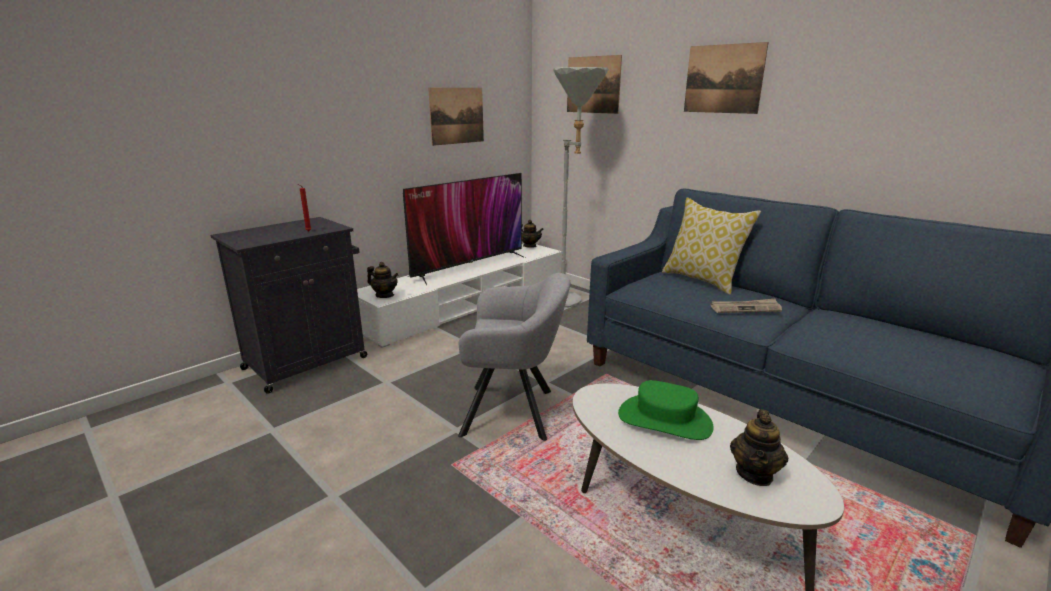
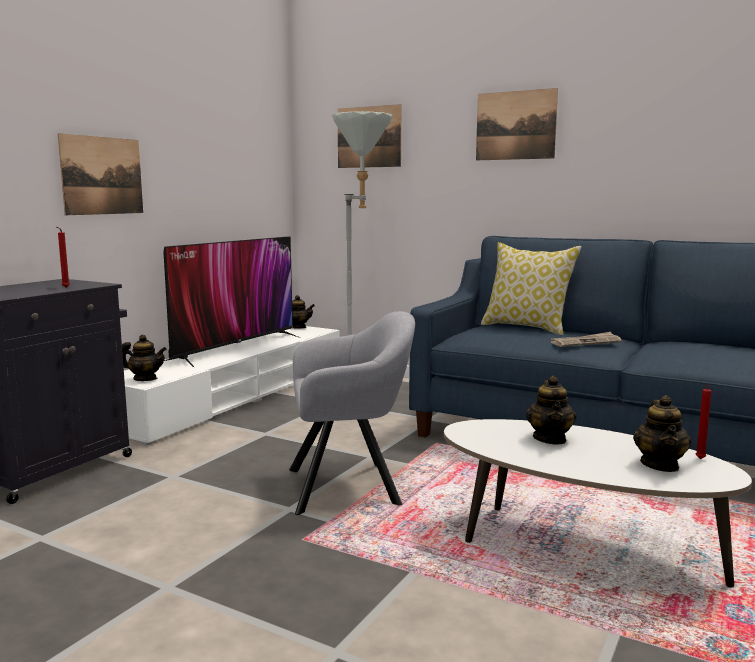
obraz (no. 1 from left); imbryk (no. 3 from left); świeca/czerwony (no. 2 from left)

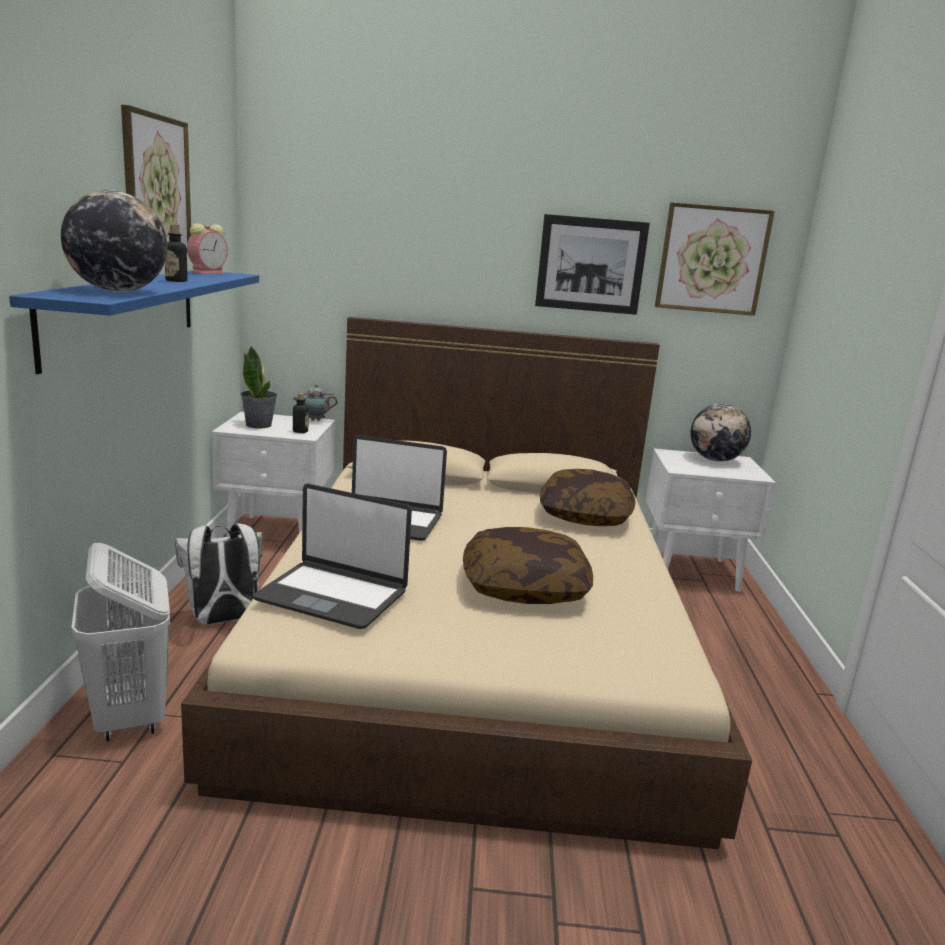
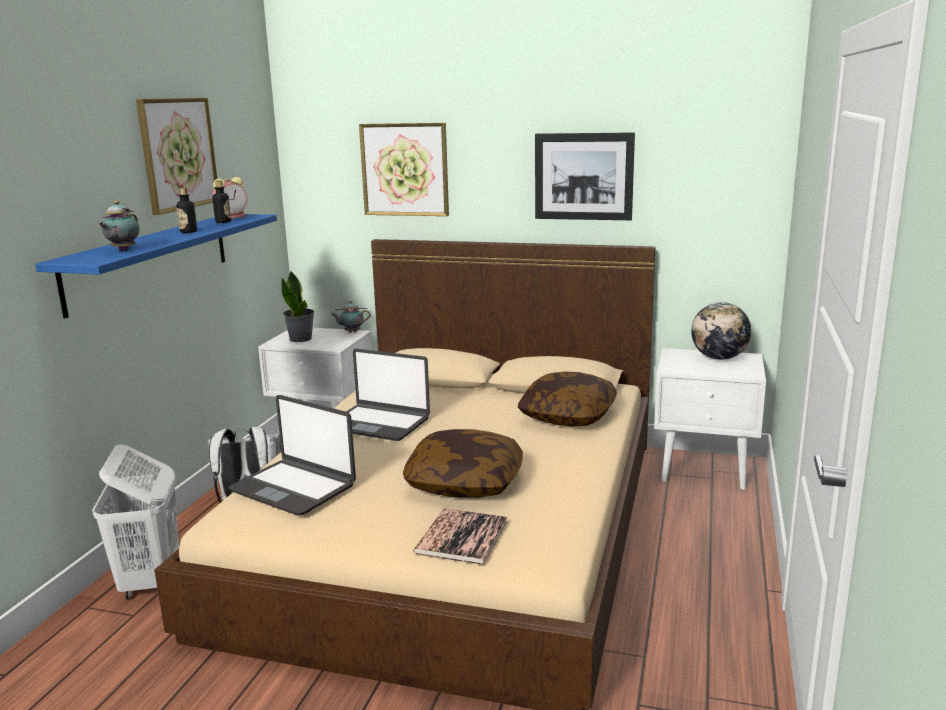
imbryk (no. 1 from left); obraz (no. 2 from left); butelka (no. 2 from left); książka

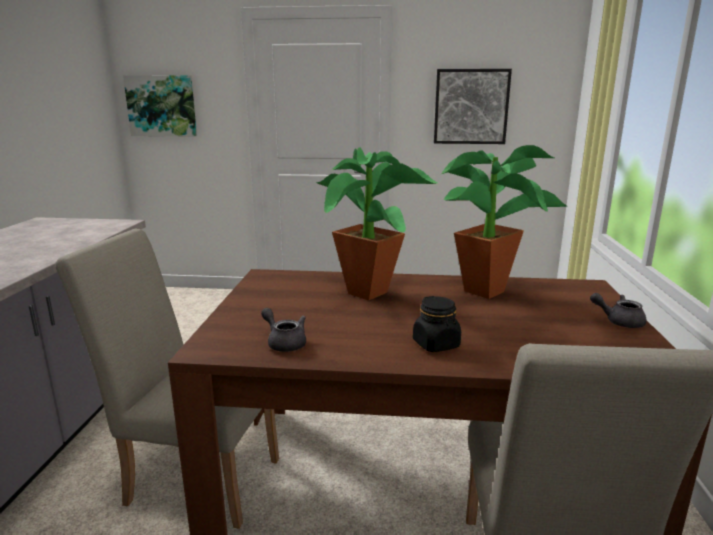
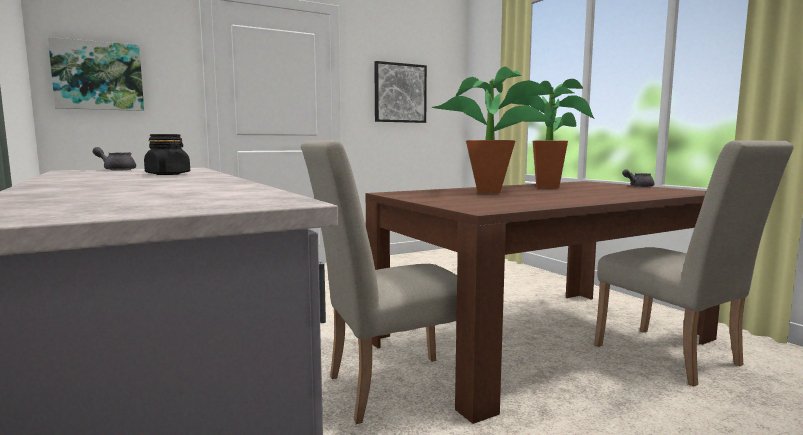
słoik/czarny; imbryk/szary (no. 1 from left)

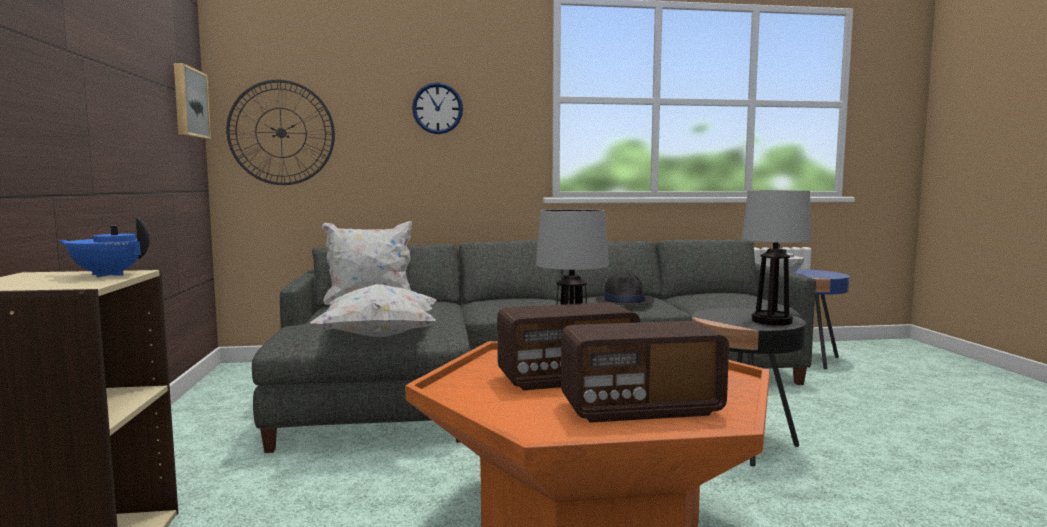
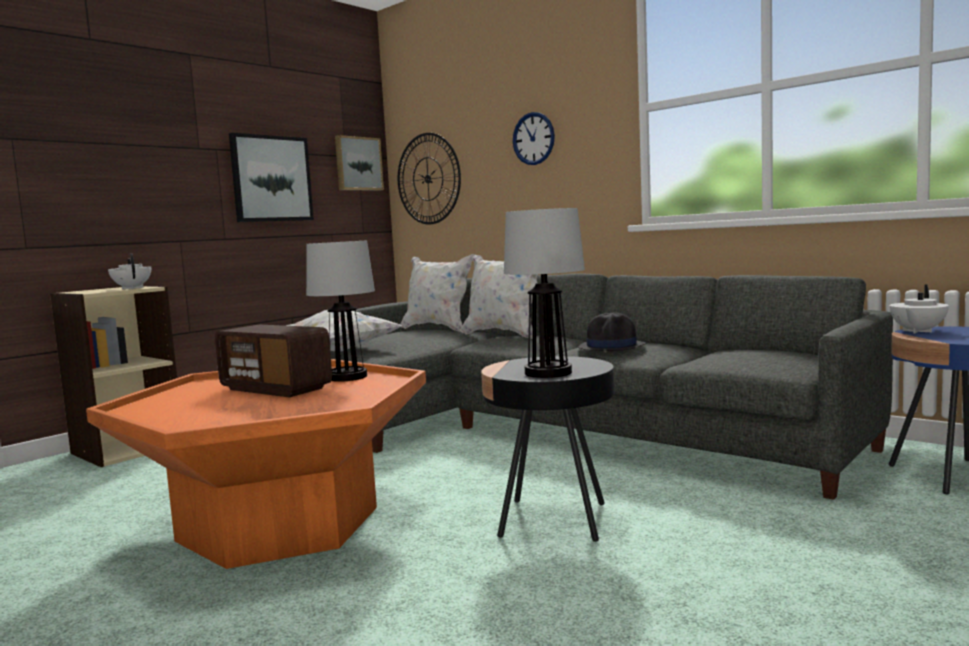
imbryk/biały (no. 1 from left); radio (no. 2 from left in the first image); obraz (no. 1 from left); poduszka/biały (no. 3 from left)

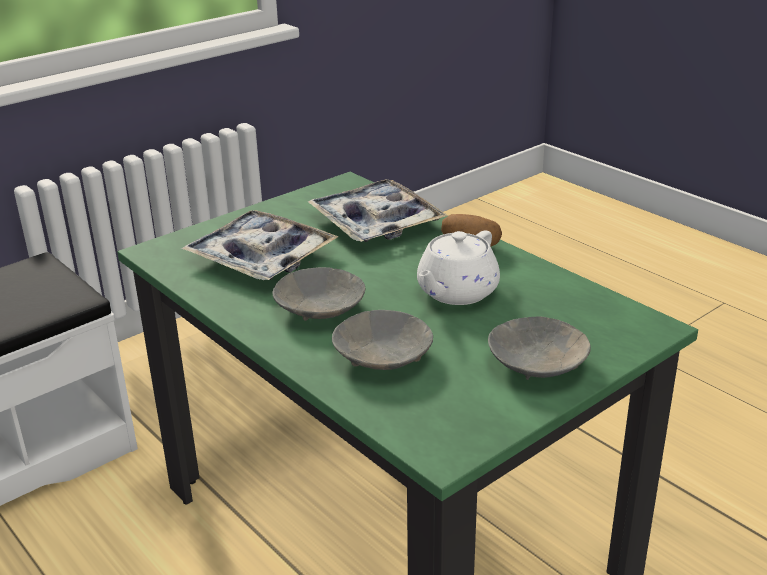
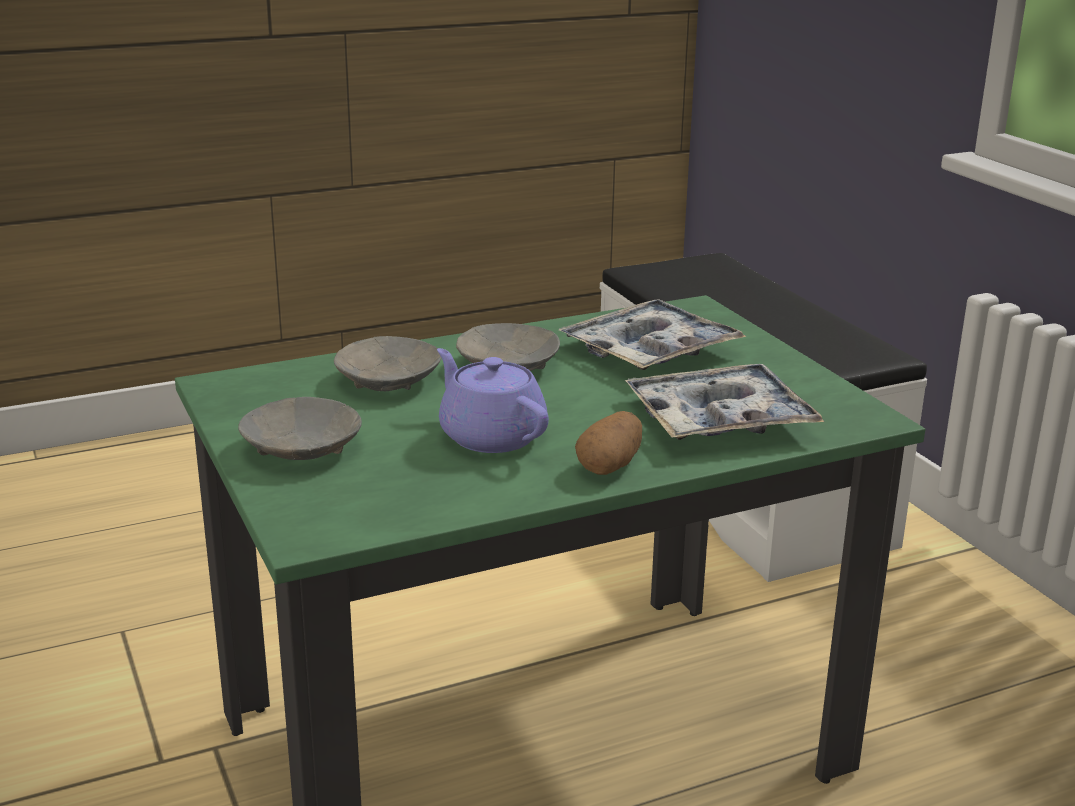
imbryk/fioletowy

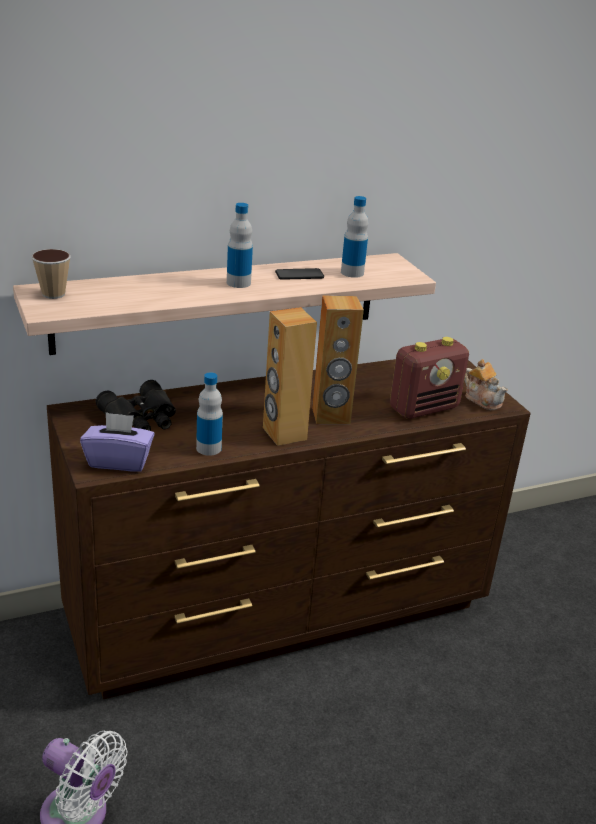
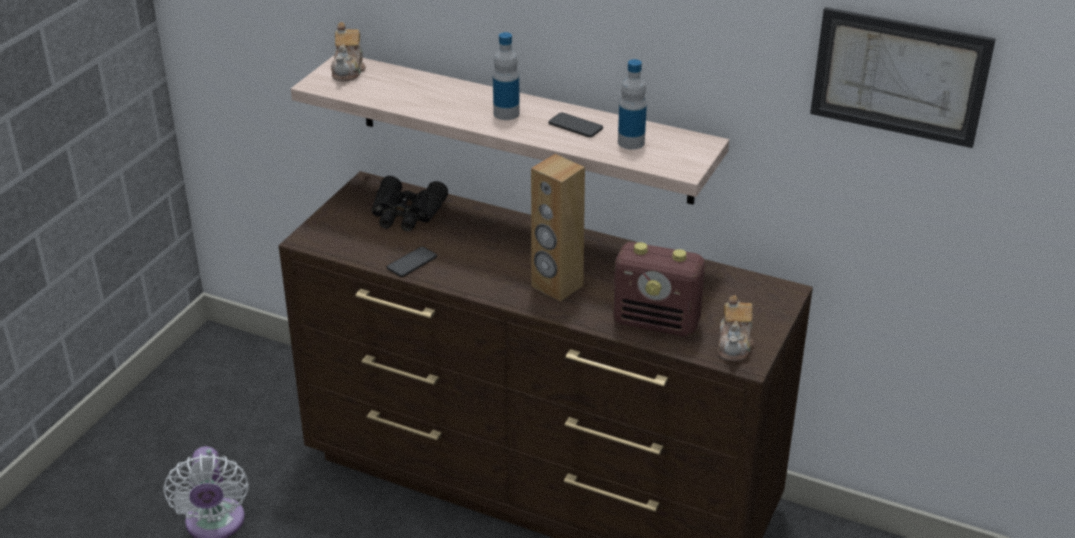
imbryk (no. 1 from left); głośnik/brązowy (no. 1 from left in the first image); telefon (no. 1 from left); pudełko chusteczek/fioletowy; obraz

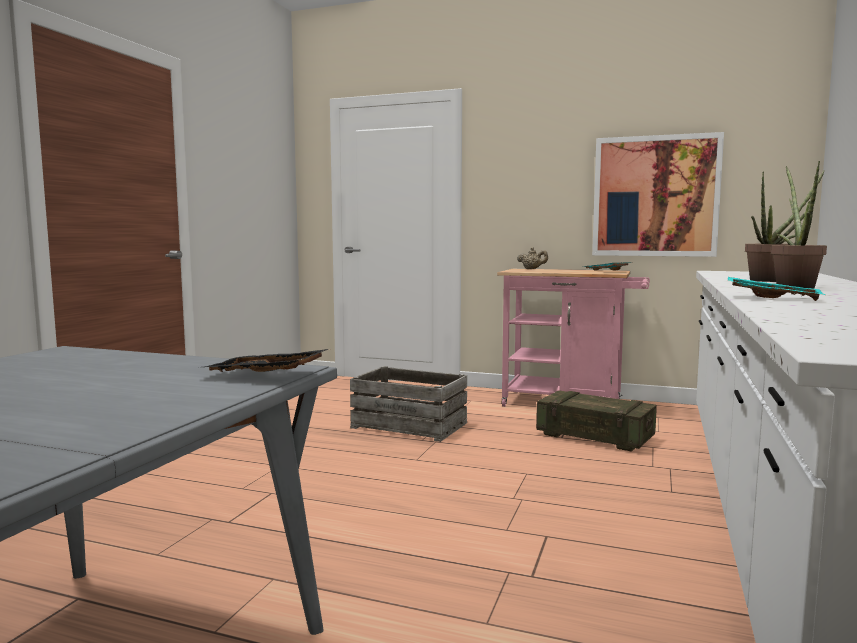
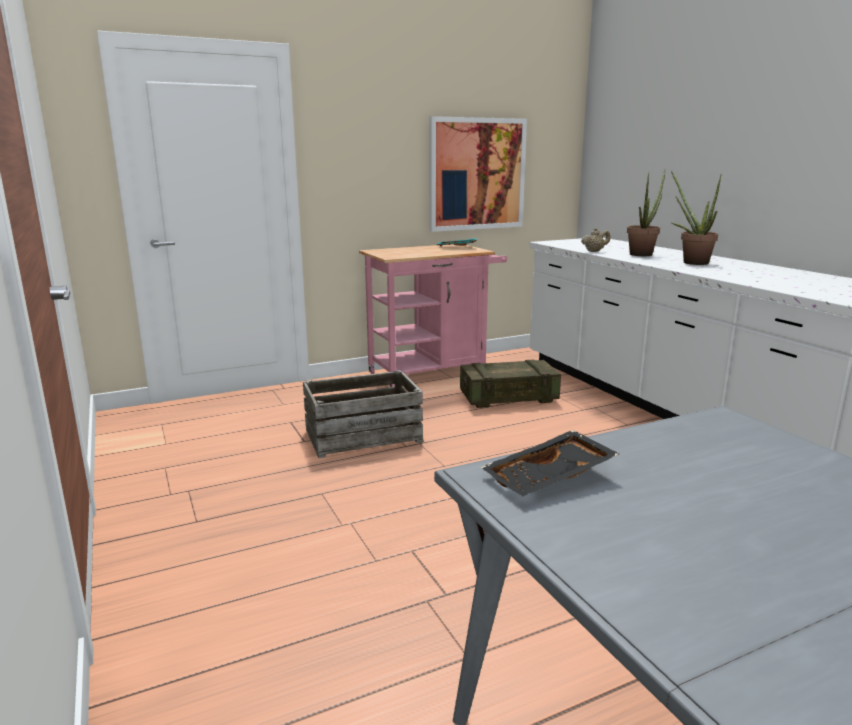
imbryk/beżowy; taca/turkusowy (no. 2 from left in the first image); taca/czarny

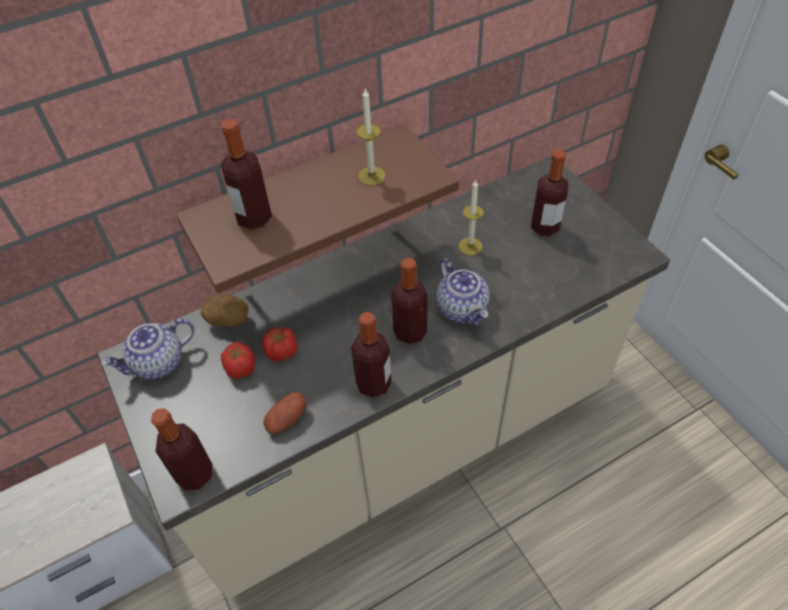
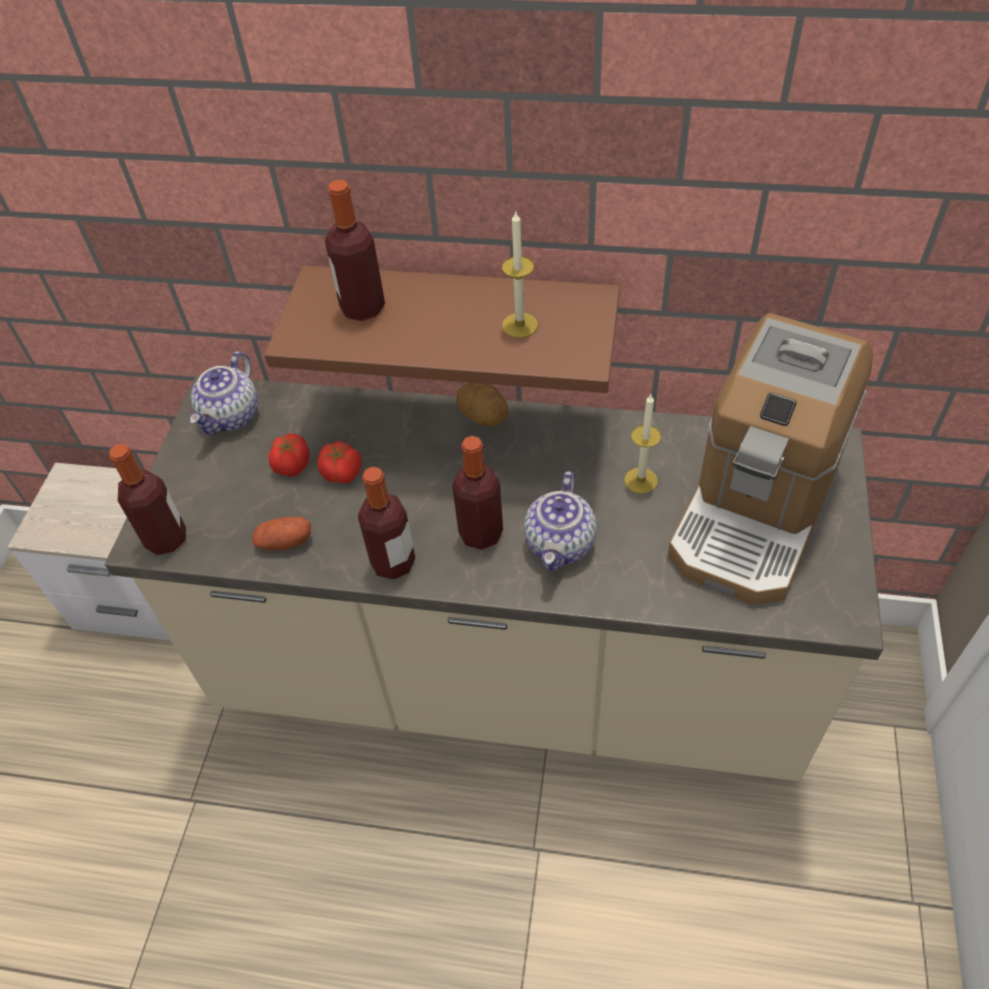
ekspres do kawy; ziemniak (no. 2 from left); imbryk (no. 1 from left)

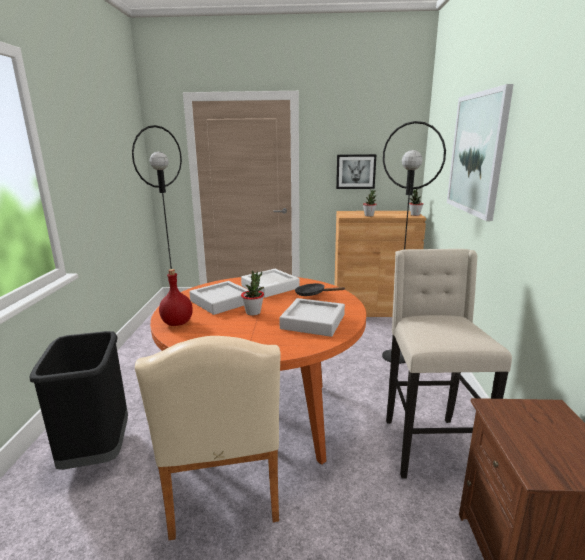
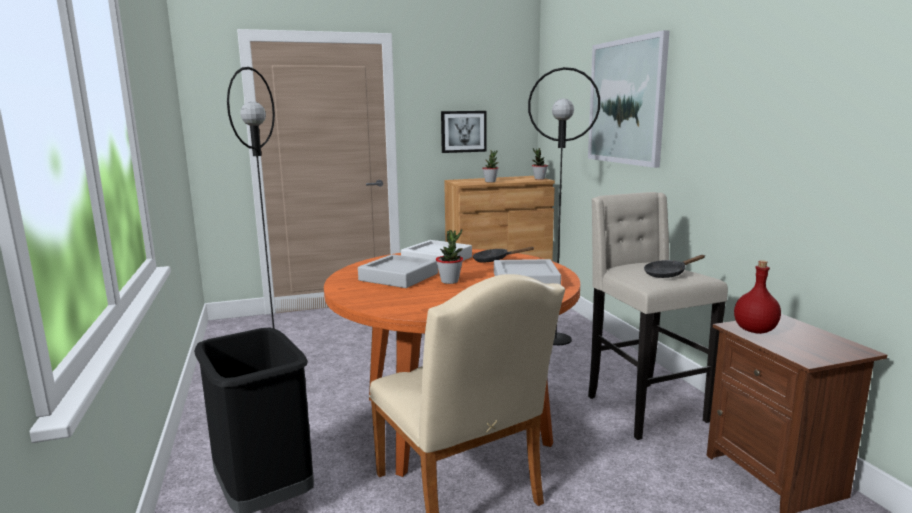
butelka/czerwony; patelnia/czarny (no. 2 from left)

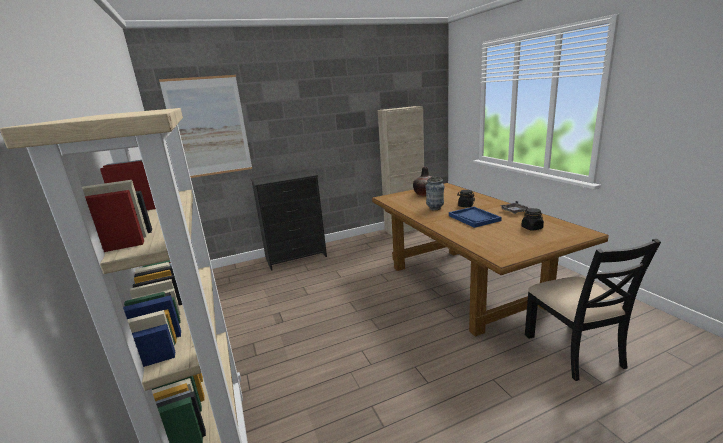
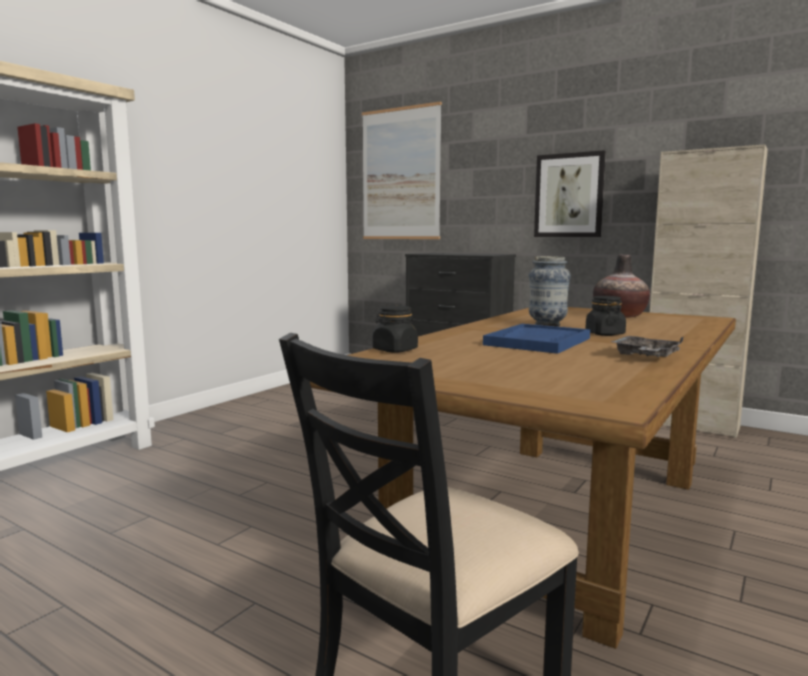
słoik/czarny (no. 1 from left); obraz (no. 2 from left)

